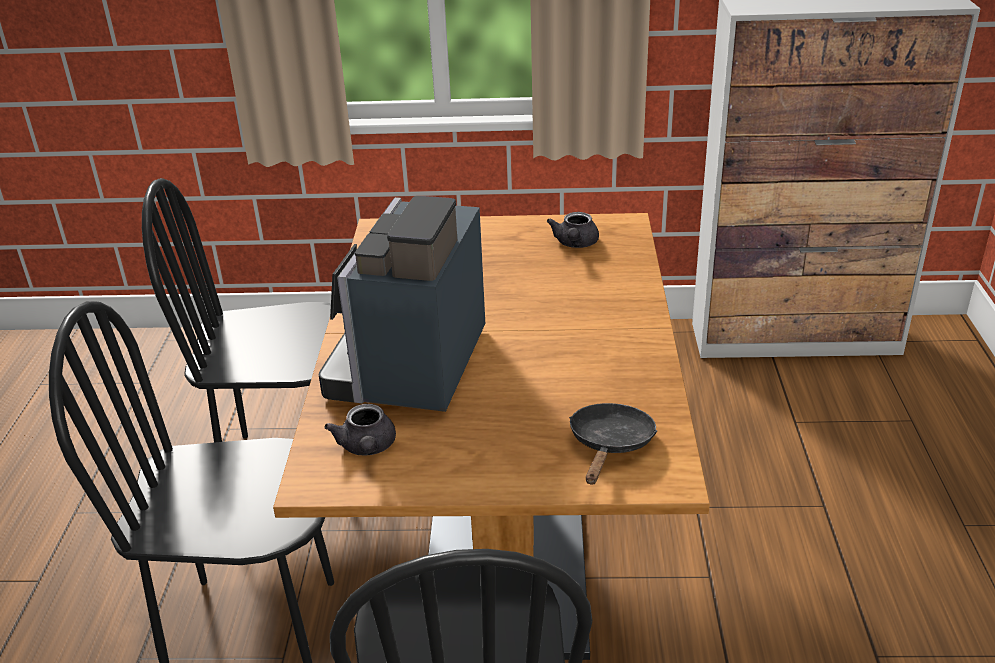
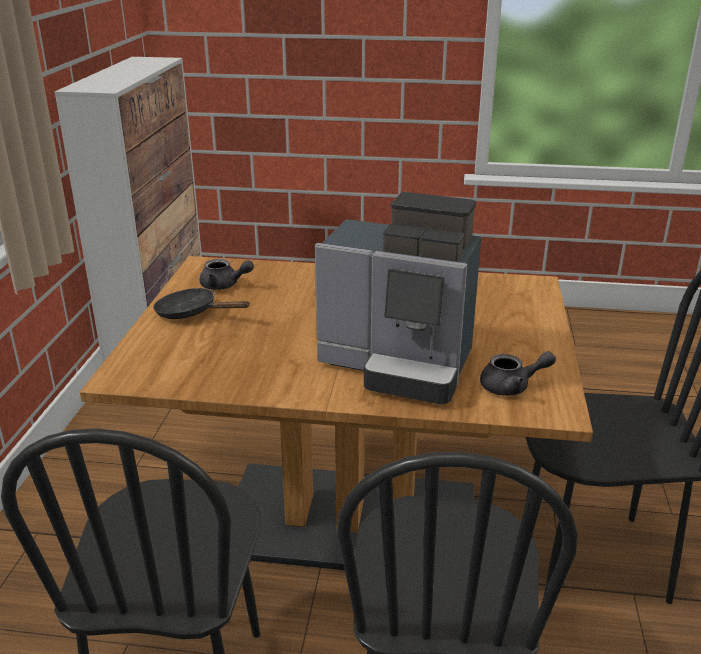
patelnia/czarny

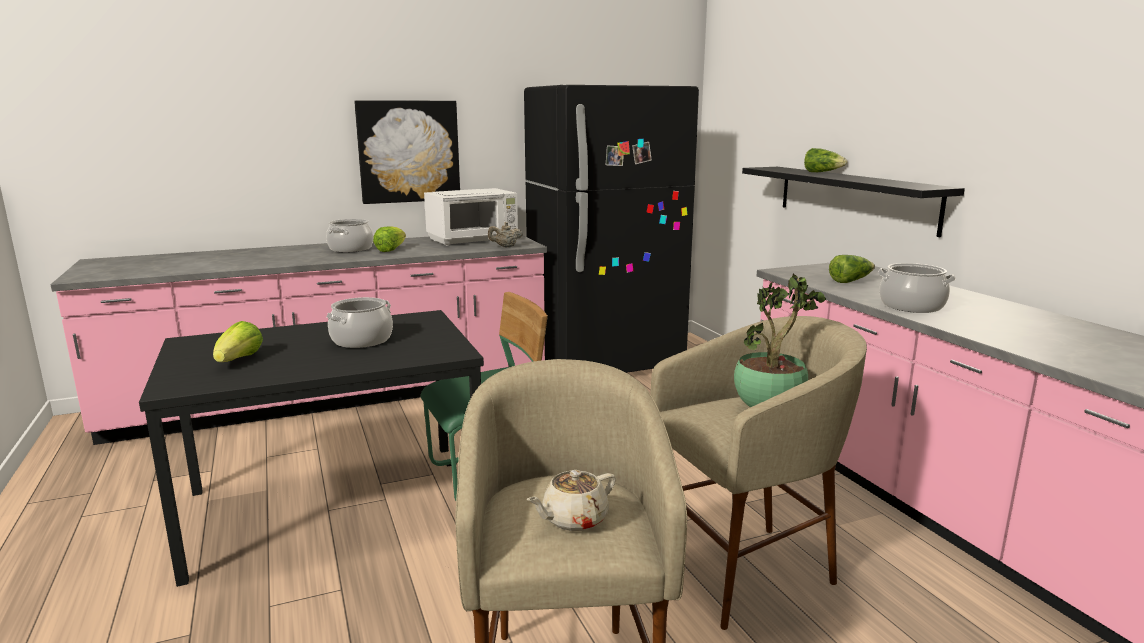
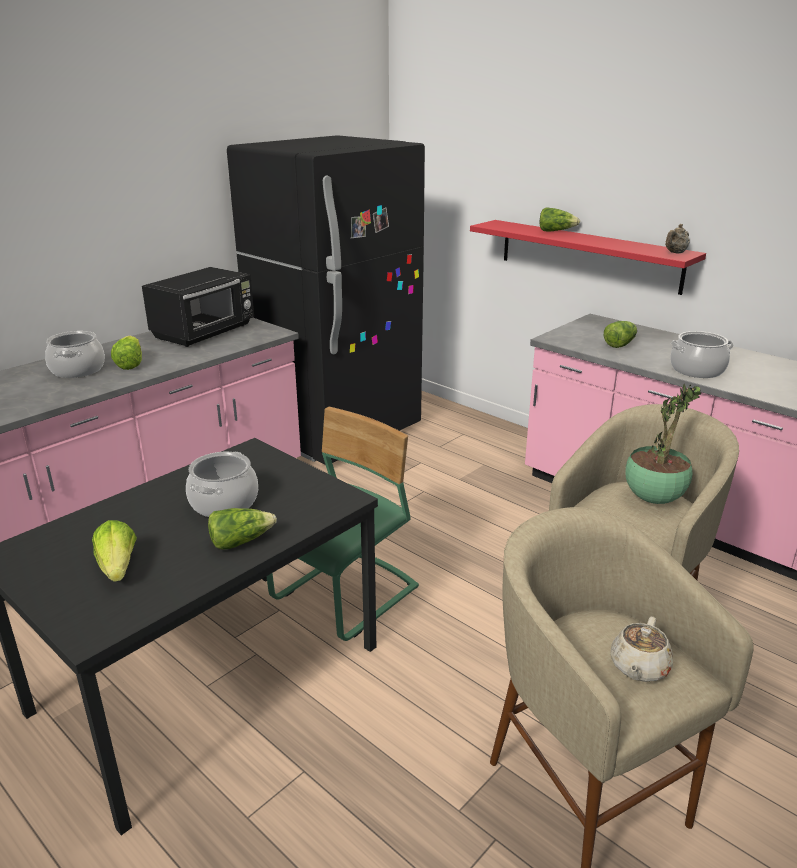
obraz; półka/czerwony; mikrofalówka/czarny; imbryk/beżowy (no. 2 from left); sałata (no. 3 from left)

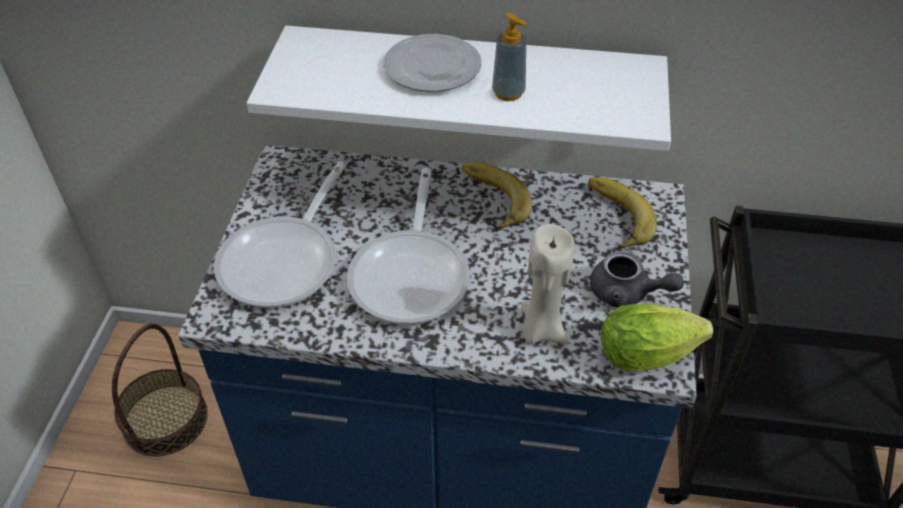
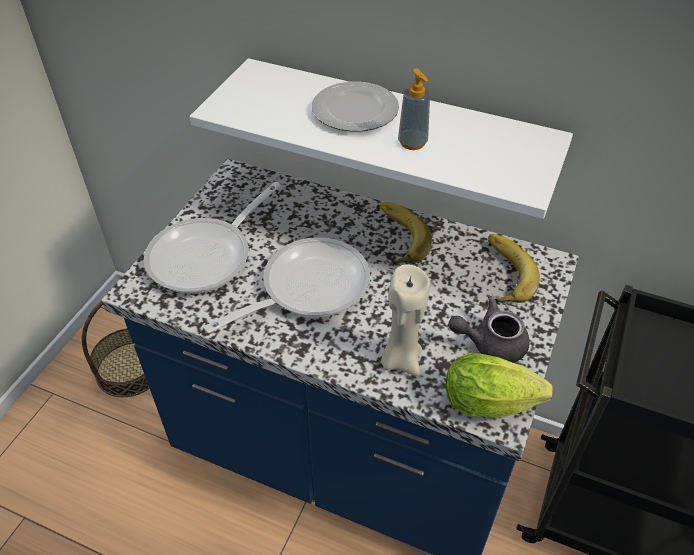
patelnia (no. 2 from left); imbryk/szary

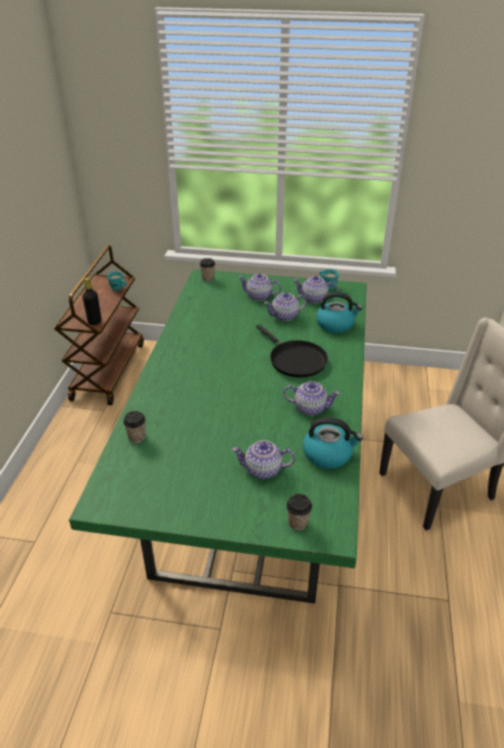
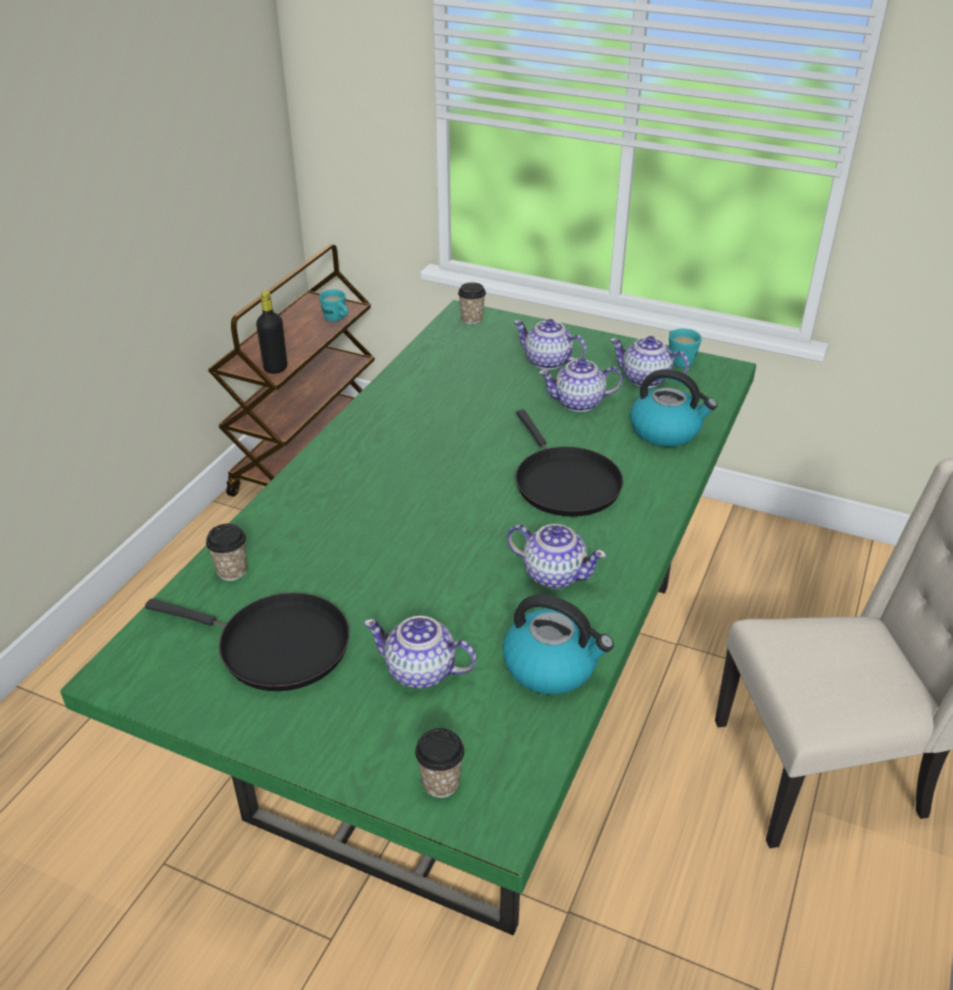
patelnia/czarny (no. 1 from left)

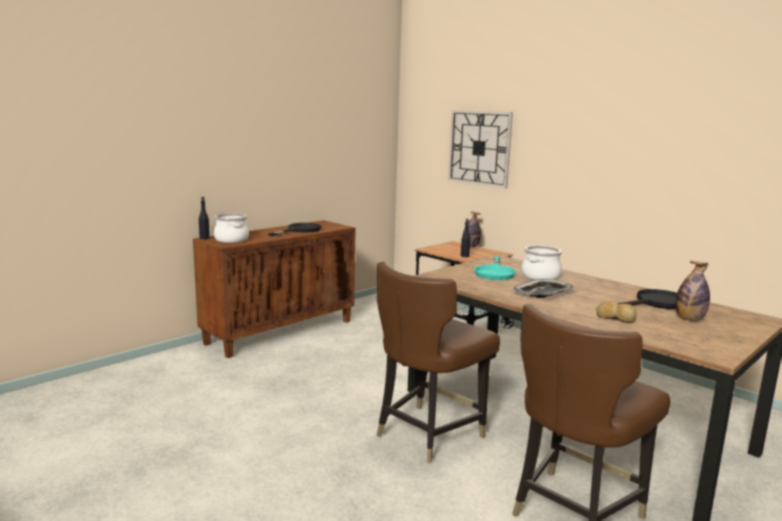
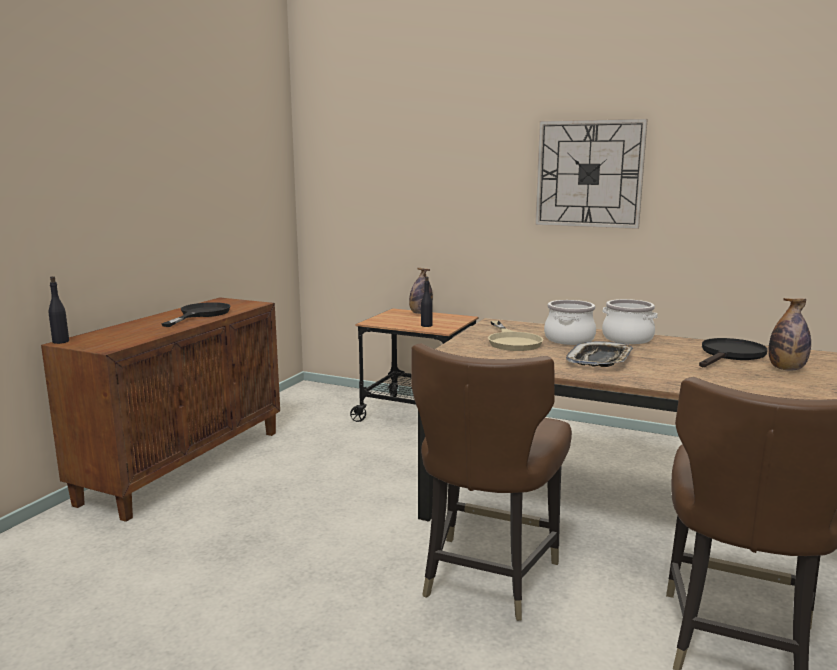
zegar ścienny; garnek (no. 2 from left); patelnia/beżowy; chleb

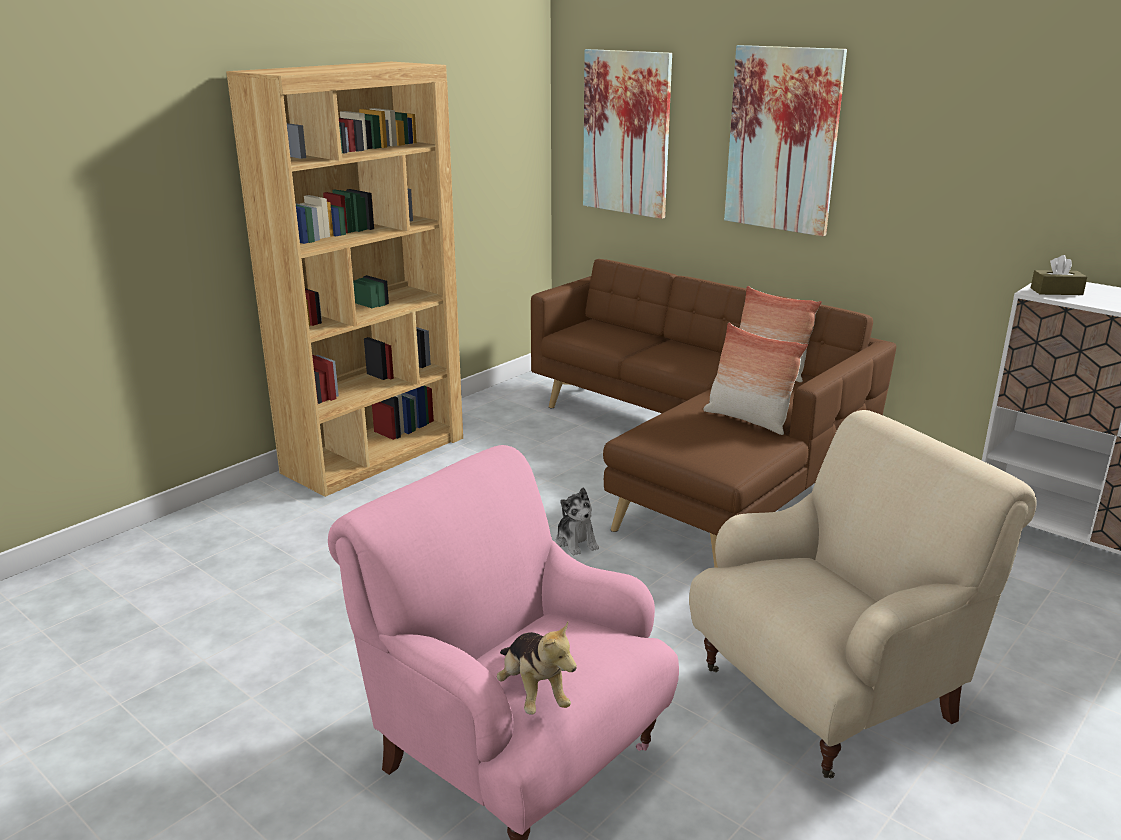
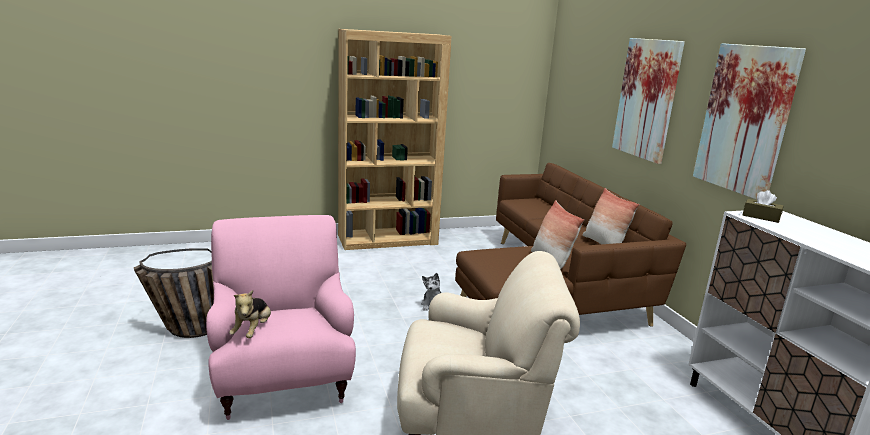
obraz (no. 2 from left); koszyk

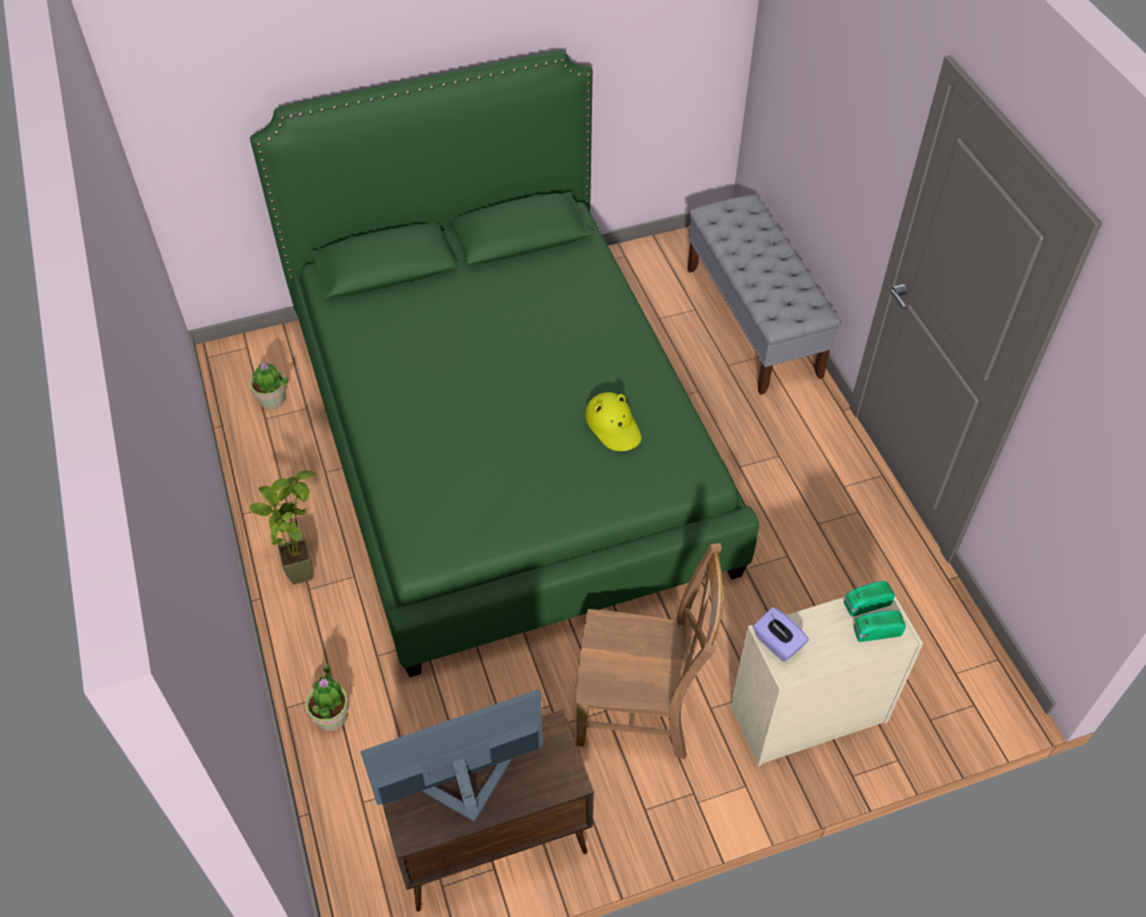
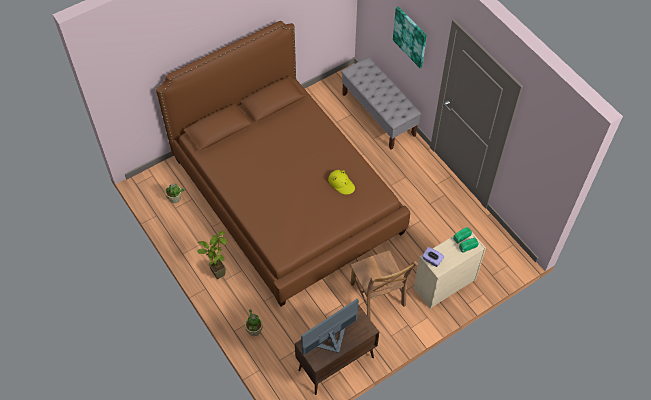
łóżko/brązowy; krzesło/brązowy; obraz

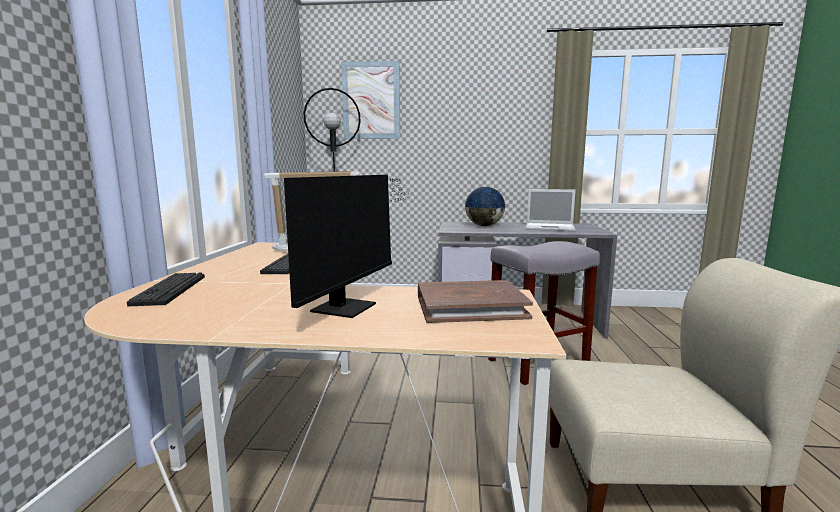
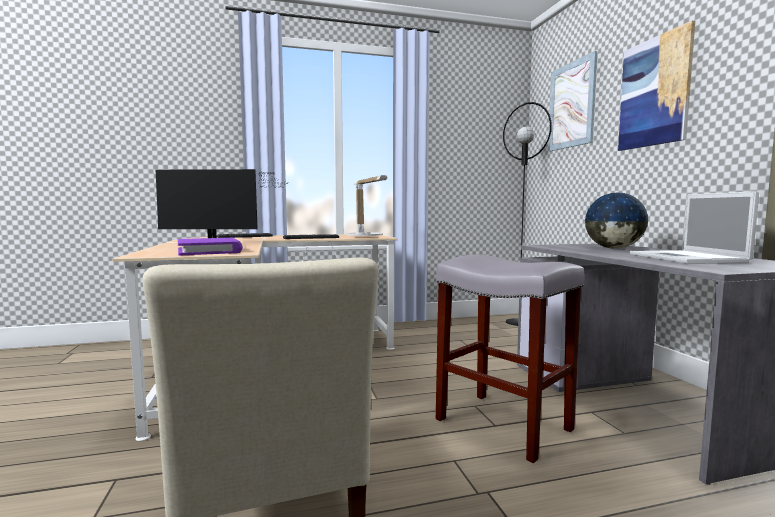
książka/fioletowy; obraz (no. 2 from left)

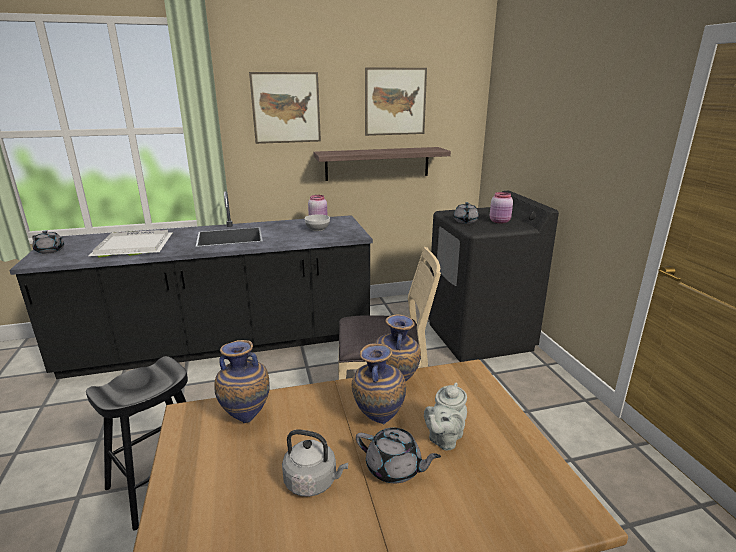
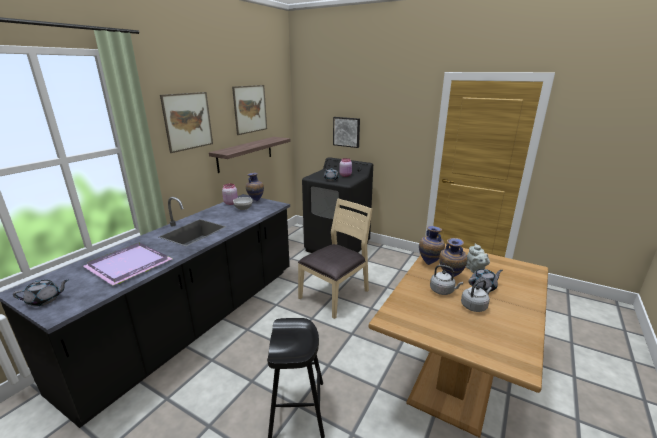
taca/fioletowy; wazon (no. 1 from left); obraz (no. 3 from left); czajnik/szary (no. 1 from left)

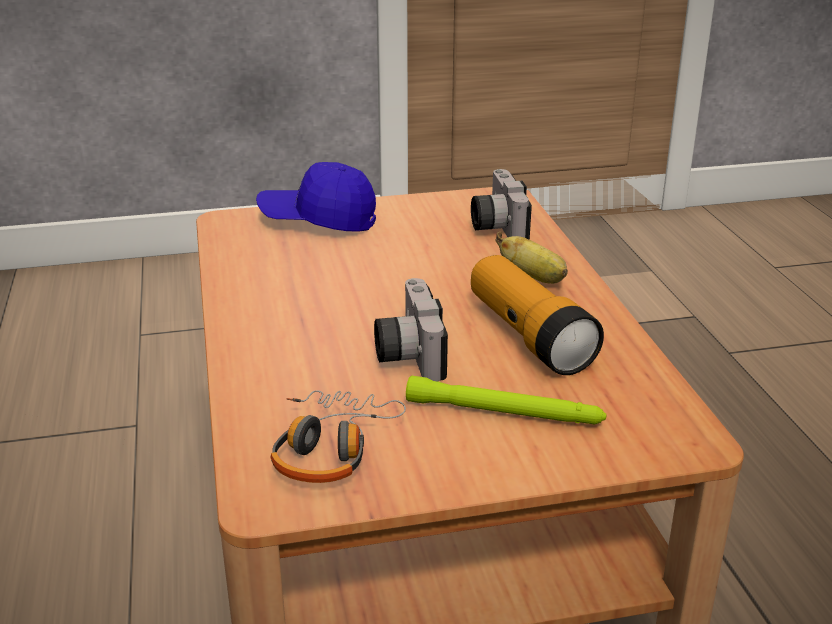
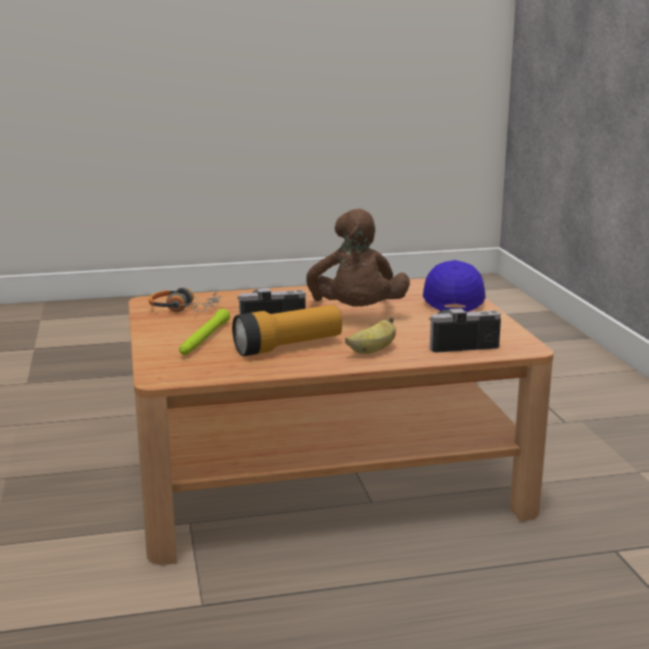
pluszak/brązowy

